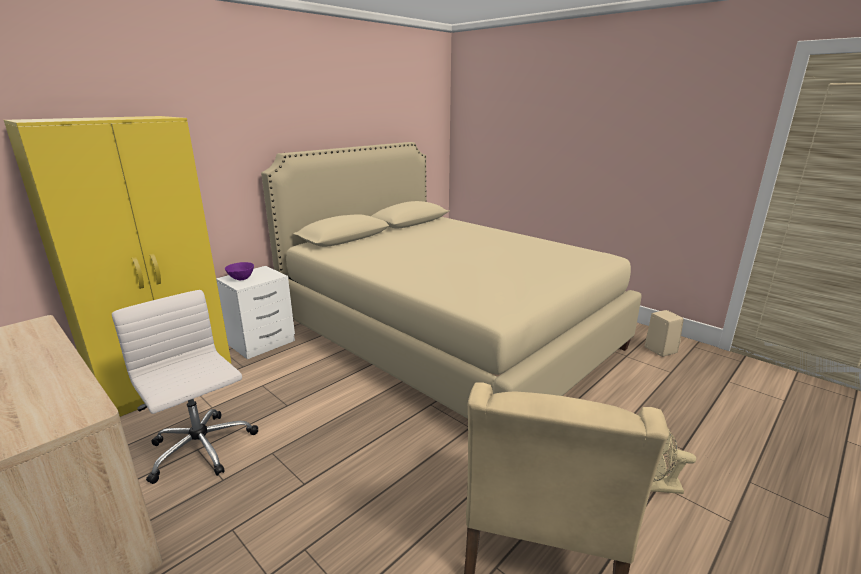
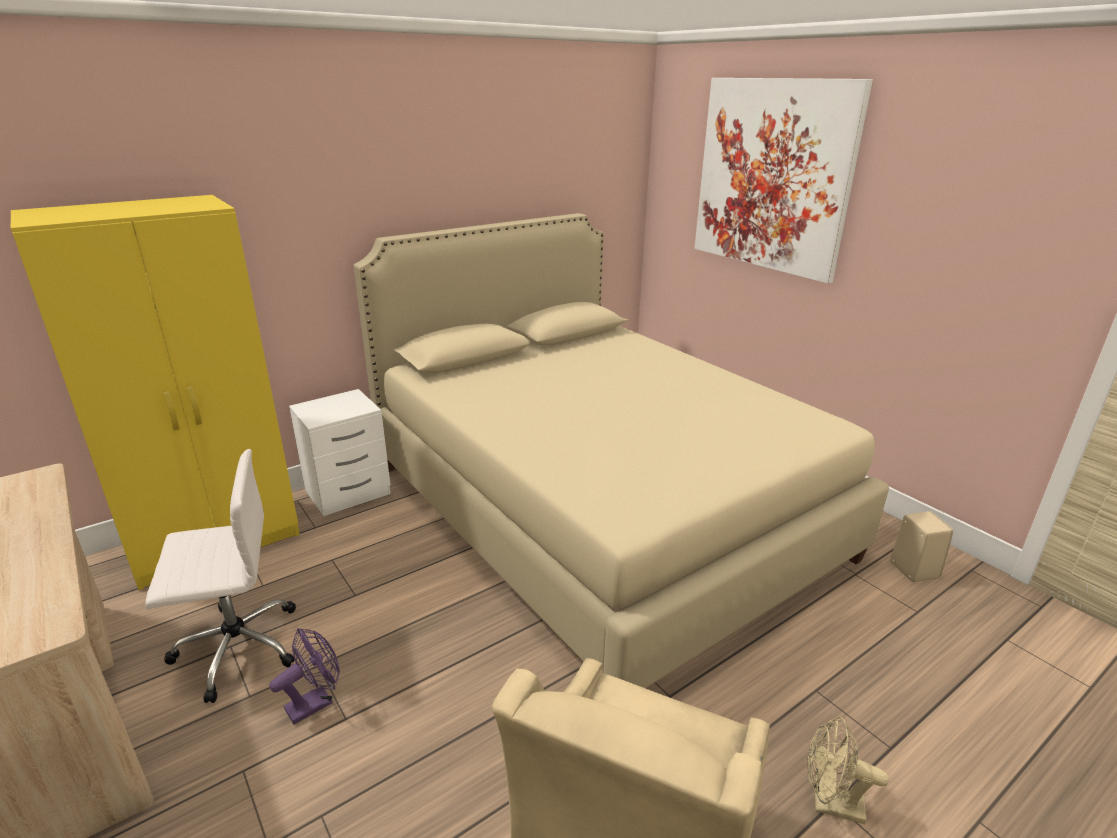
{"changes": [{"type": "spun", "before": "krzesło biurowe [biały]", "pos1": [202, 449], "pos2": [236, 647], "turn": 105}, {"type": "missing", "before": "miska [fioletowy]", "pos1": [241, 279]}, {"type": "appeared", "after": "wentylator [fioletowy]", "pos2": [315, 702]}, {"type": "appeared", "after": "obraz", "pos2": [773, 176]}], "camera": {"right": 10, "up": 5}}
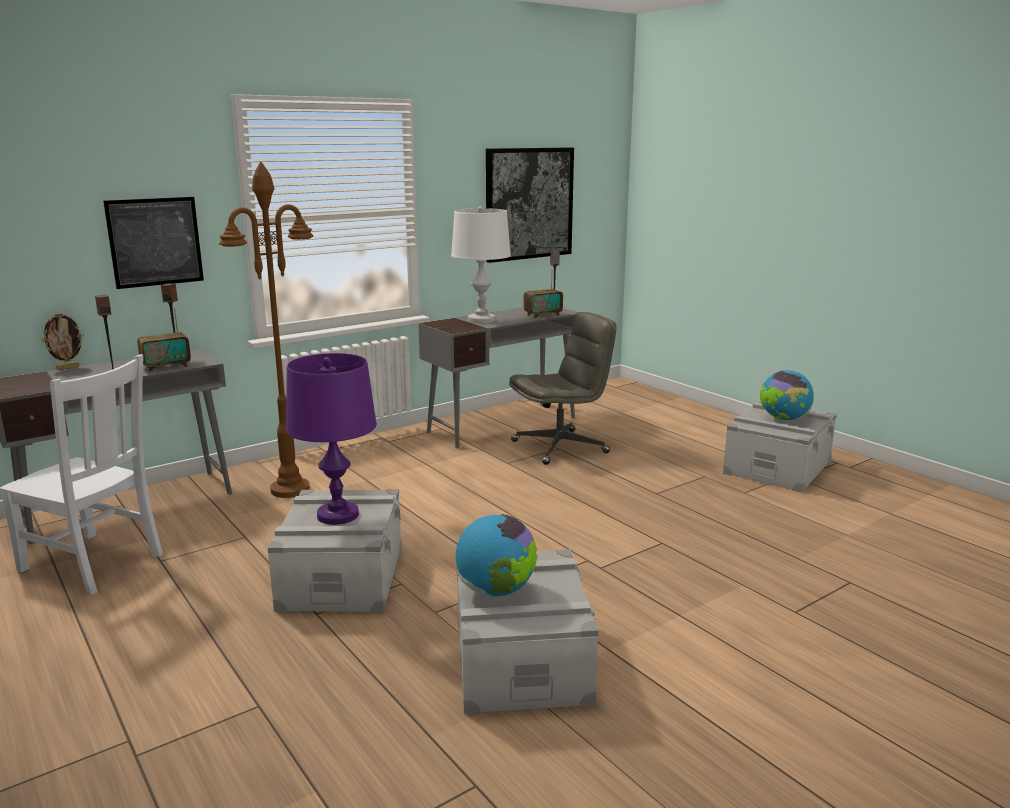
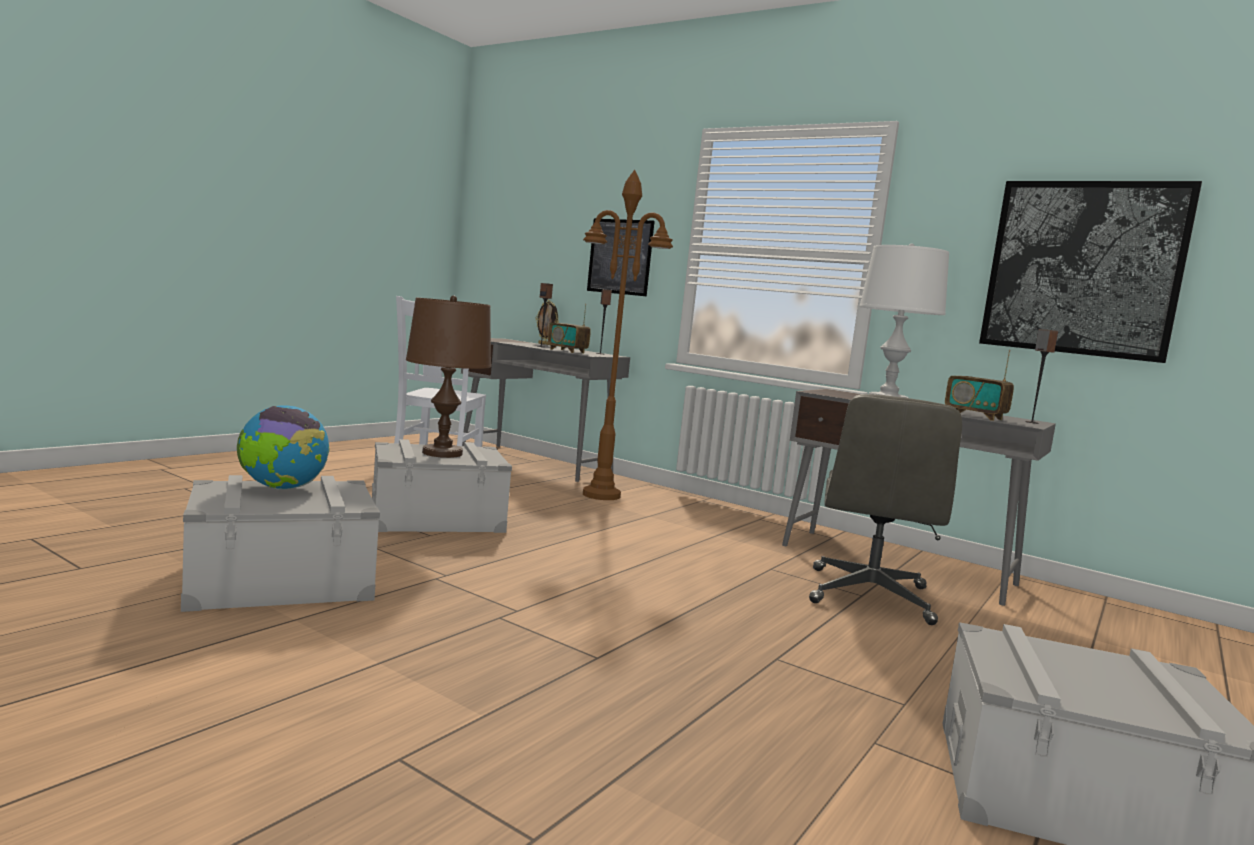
{"changes": [{"type": "colour", "before": "lampa stołowa [fioletowy]", "after": "lampa stołowa [brązowy]", "pos1": [338, 515], "pos2": [442, 453]}, {"type": "spun", "before": "krzesło biurowe [szary]", "pos1": [560, 447], "pos2": [870, 596], "turn": 60}, {"type": "missing", "before": "globus", "pos1": [783, 419]}], "camera": {"right": 70, "up": -10}}
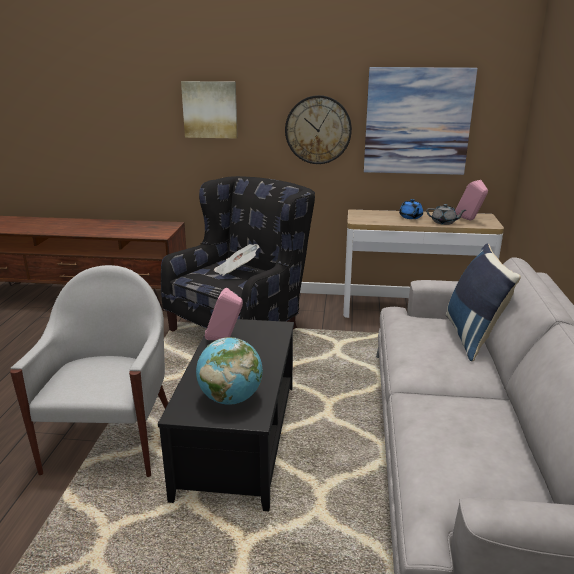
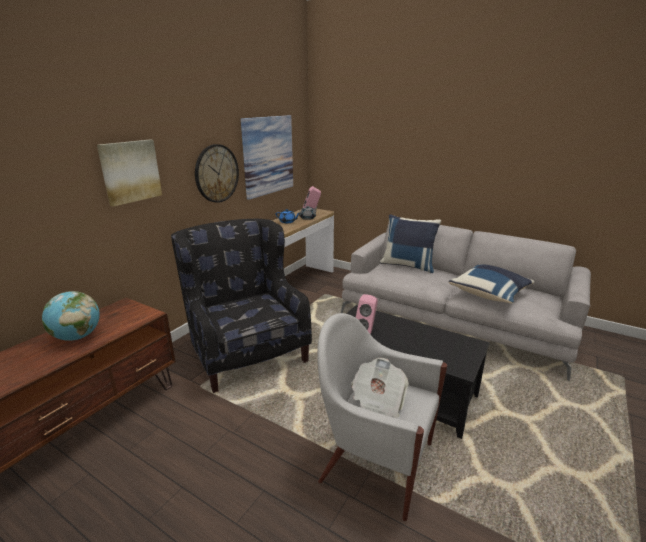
{"changes": [{"type": "relocated", "before": "globus", "pos1": [230, 399], "pos2": [77, 337]}, {"type": "relocated", "before": "gazeta", "pos1": [236, 271], "pos2": [377, 402]}, {"type": "appeared", "after": "poduszka [niebieski]", "pos2": [490, 294]}], "camera": {"right": -65, "up": 0}}
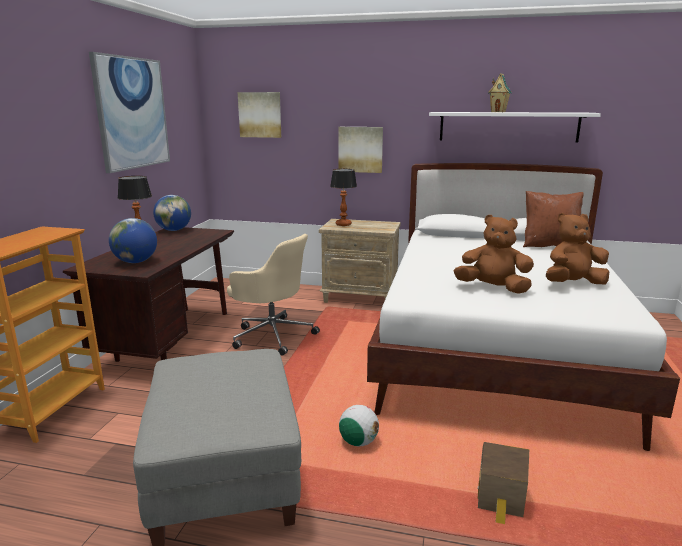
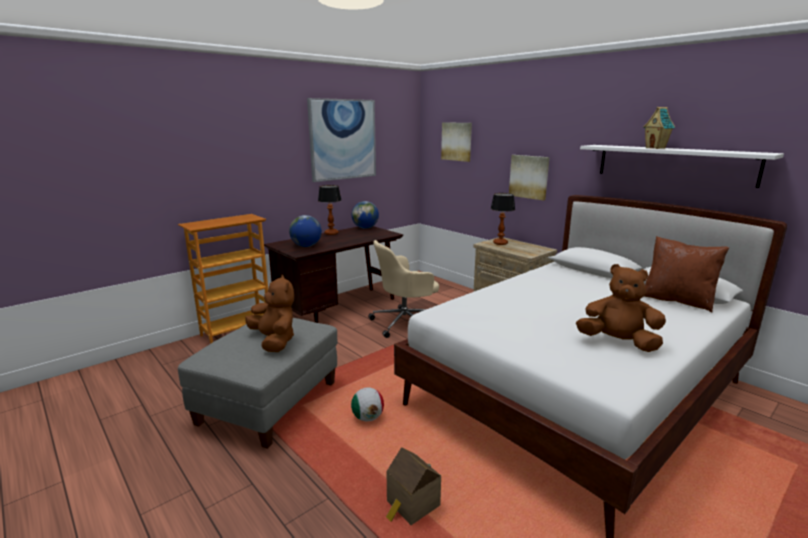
{"changes": [{"type": "spun", "before": "krzesło biurowe [beżowy]", "pos1": [272, 335], "pos2": [405, 323], "turn": 90}, {"type": "relocated", "before": "pluszak [brązowy]", "pos1": [493, 288], "pos2": [274, 341]}], "camera": {"right": 35, "up": 0}}
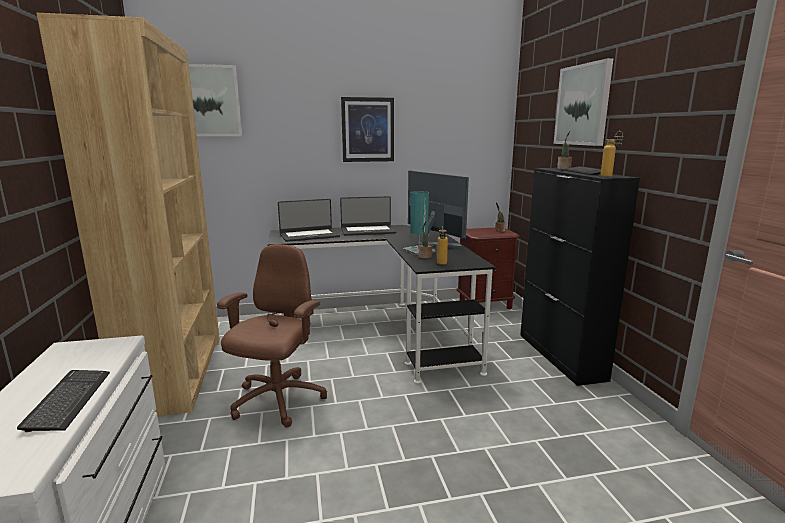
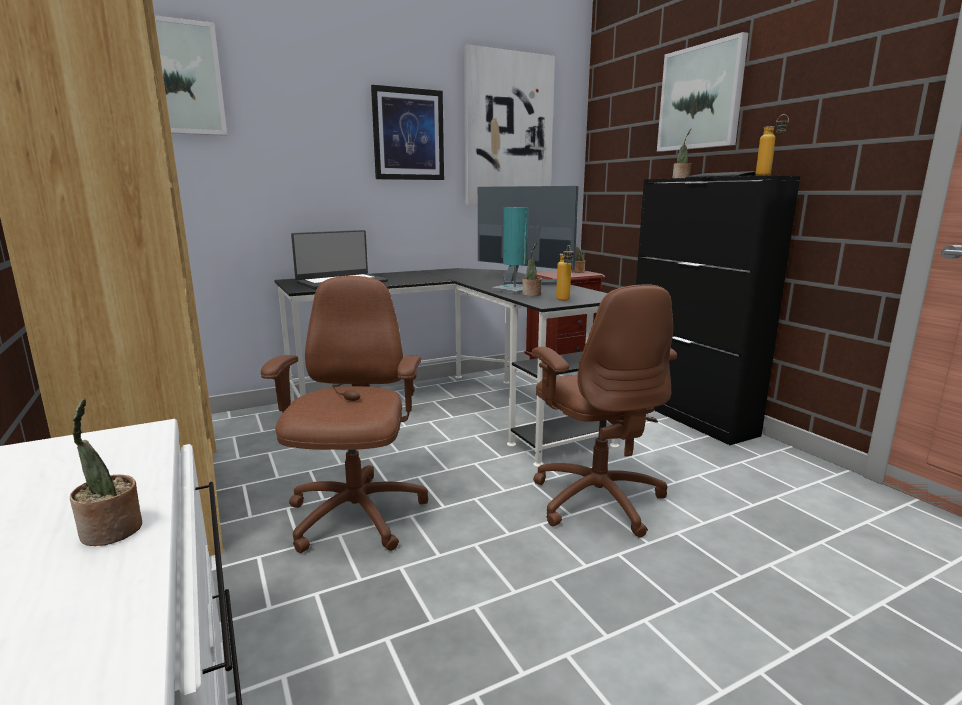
{"changes": [{"type": "exchanged", "before": "klawiatura", "after": "roślina doniczkowa", "pos1": [69, 400], "pos2": [111, 532]}, {"type": "missing", "before": "laptop", "pos1": [368, 231]}, {"type": "appeared", "after": "obraz", "pos2": [508, 130]}, {"type": "appeared", "after": "krzesło biurowe [brązowy]", "pos2": [597, 499]}], "camera": {"right": -15, "up": 0}}
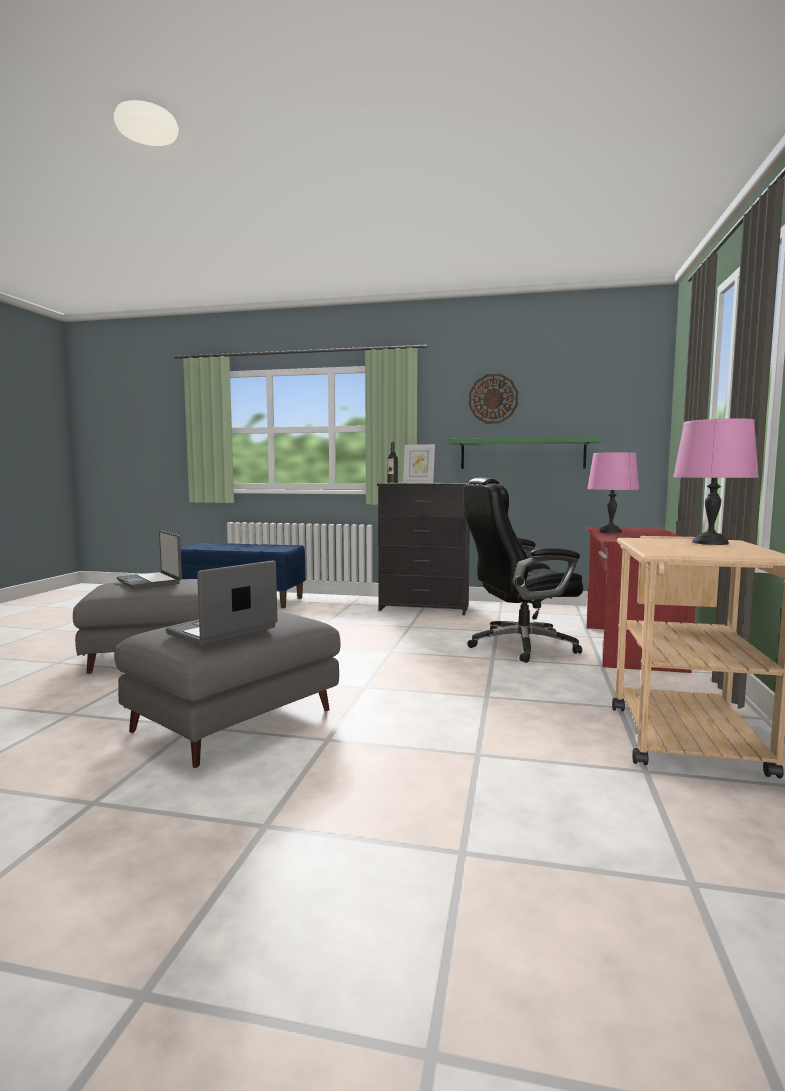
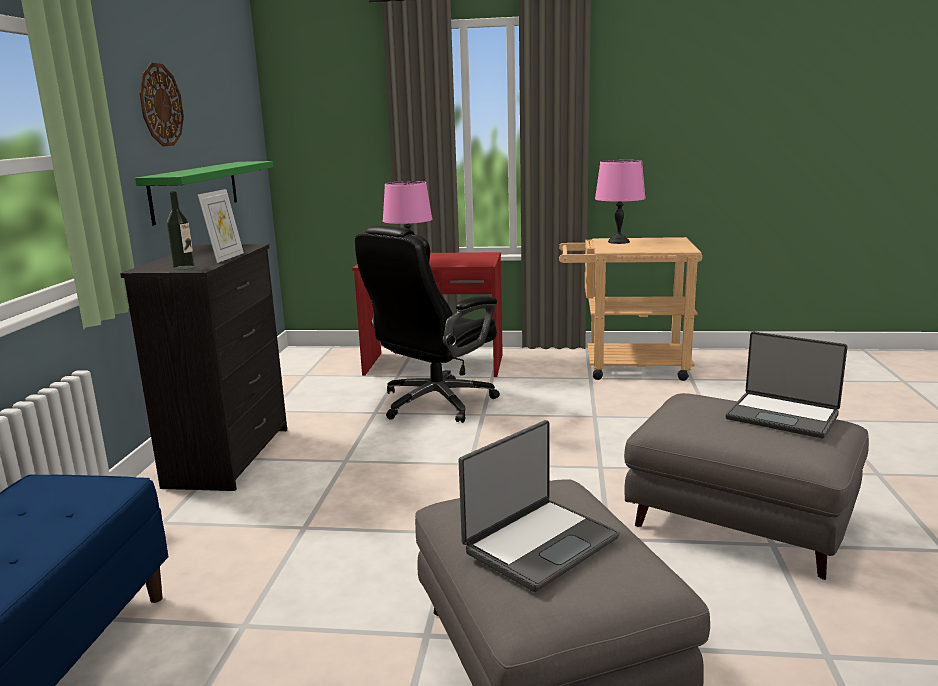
{"changes": [{"type": "spun", "before": "krzesło biurowe [czarny]", "pos1": [519, 645], "pos2": [434, 403], "turn": 60}], "camera": {"right": -95, "up": 10}}
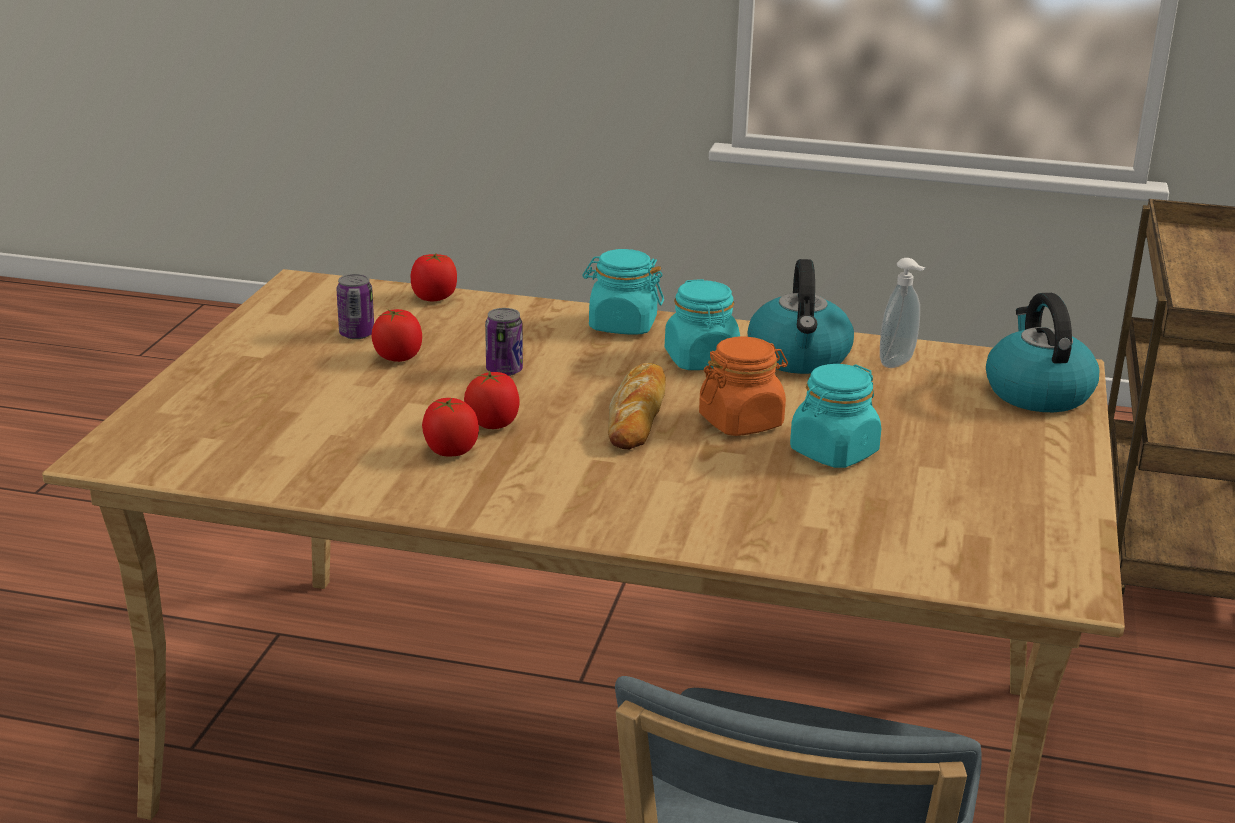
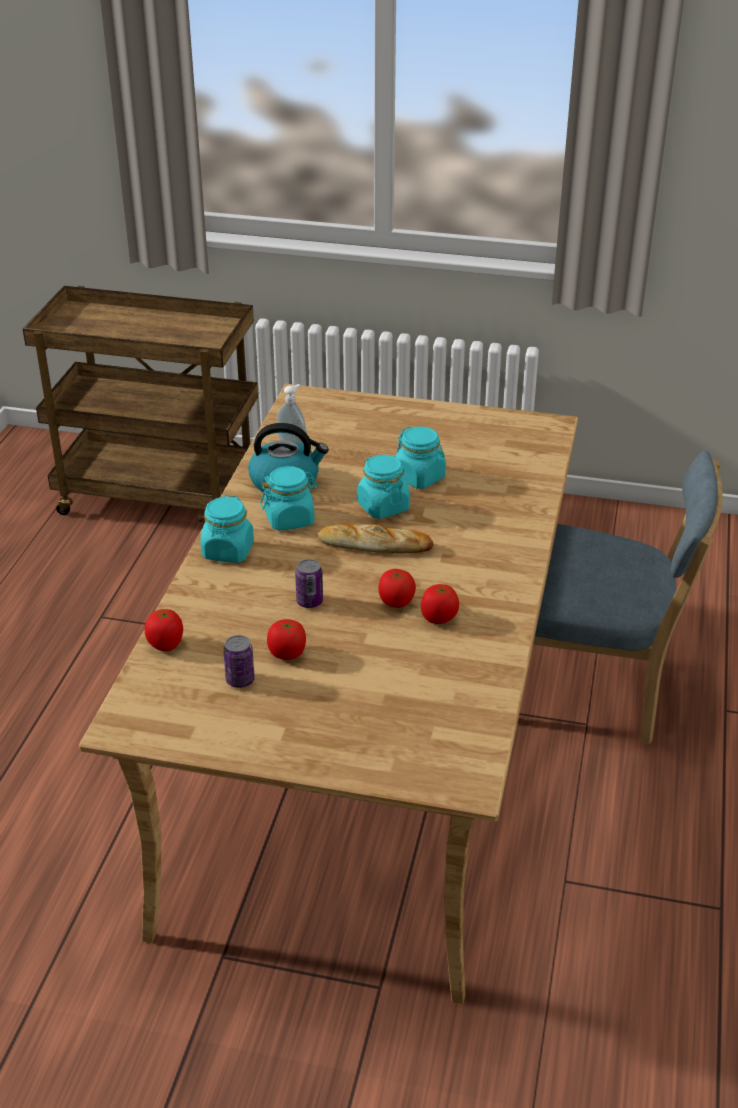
{"changes": [{"type": "colour", "before": "słoik [pomarańczowy]", "after": "słoik [turkusowy]", "pos1": [741, 422], "pos2": [383, 506]}, {"type": "missing", "before": "czajnik", "pos1": [1036, 392]}], "camera": {"right": -90, "up": 10}}
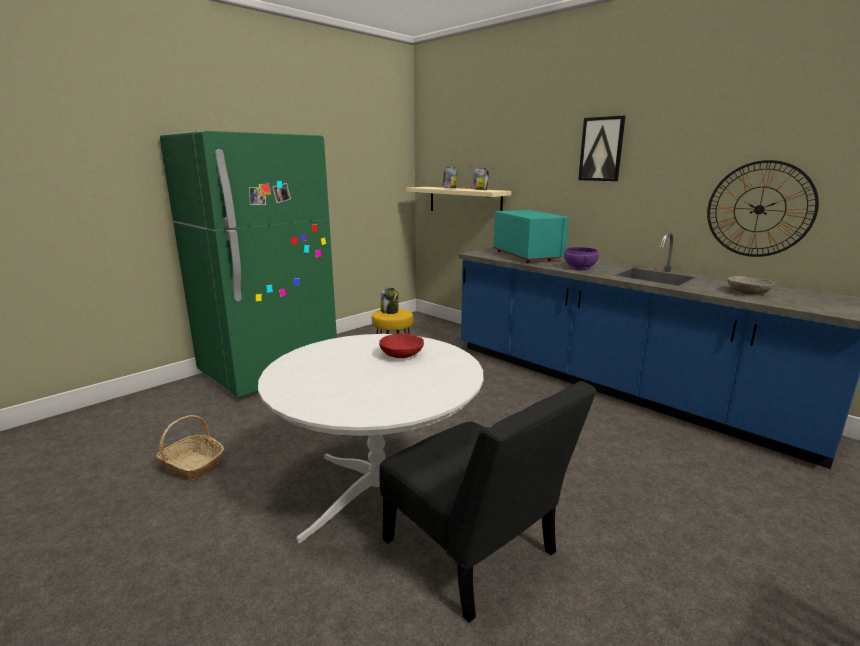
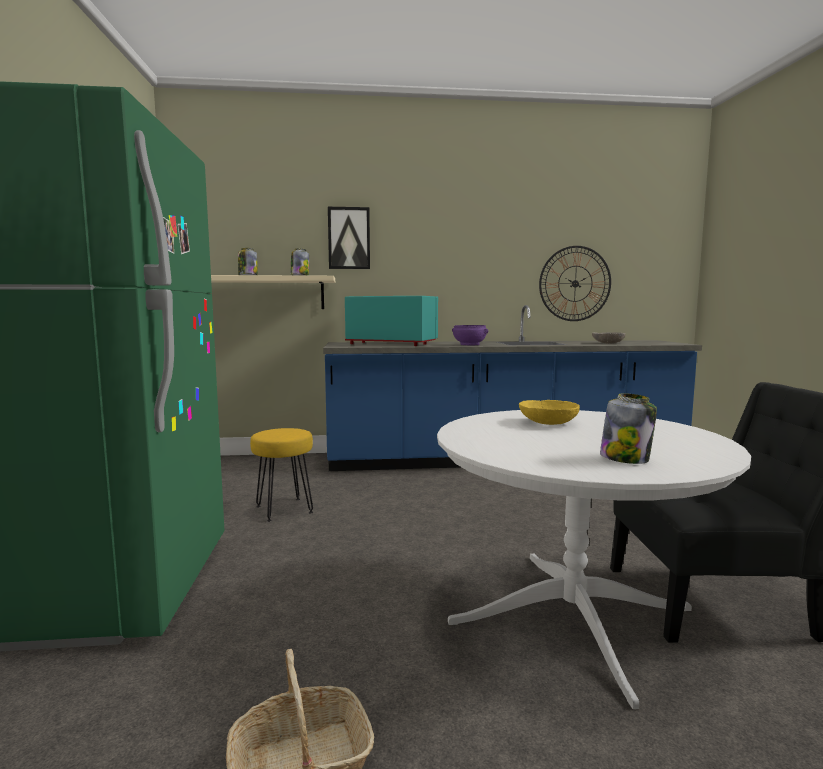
{"changes": [{"type": "colour", "before": "miska [czerwony]", "after": "miska [żółty]", "pos1": [401, 355], "pos2": [548, 423]}, {"type": "relocated", "before": "słoik", "pos1": [390, 311], "pos2": [625, 458]}, {"type": "relocated", "before": "obraz", "pos1": [601, 149], "pos2": [349, 238]}], "camera": {"right": -50, "up": -10}}
